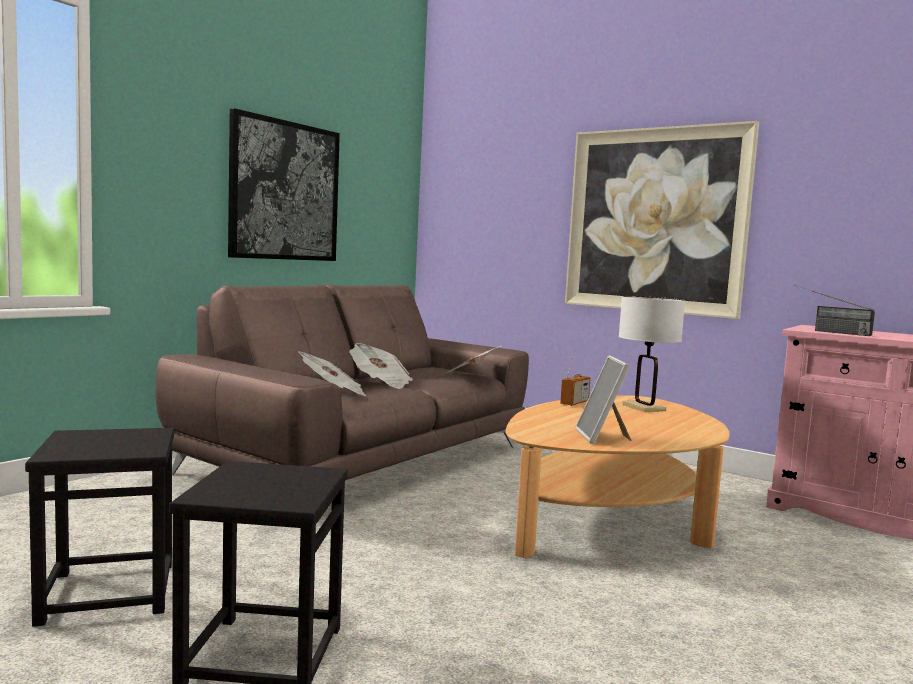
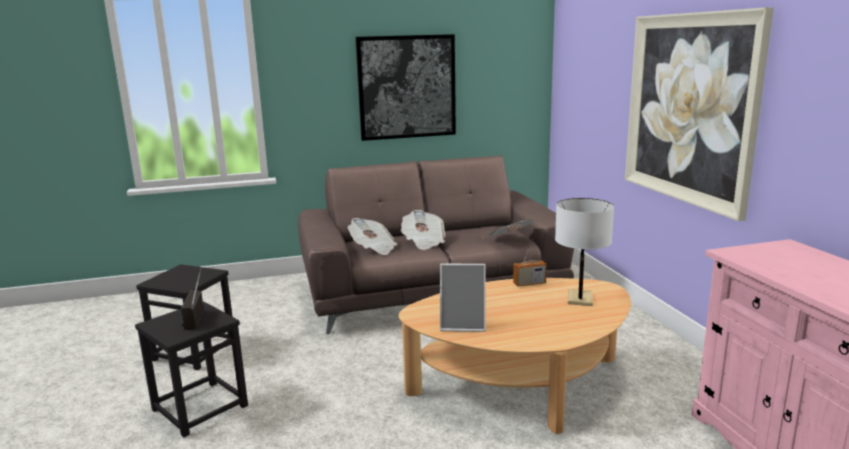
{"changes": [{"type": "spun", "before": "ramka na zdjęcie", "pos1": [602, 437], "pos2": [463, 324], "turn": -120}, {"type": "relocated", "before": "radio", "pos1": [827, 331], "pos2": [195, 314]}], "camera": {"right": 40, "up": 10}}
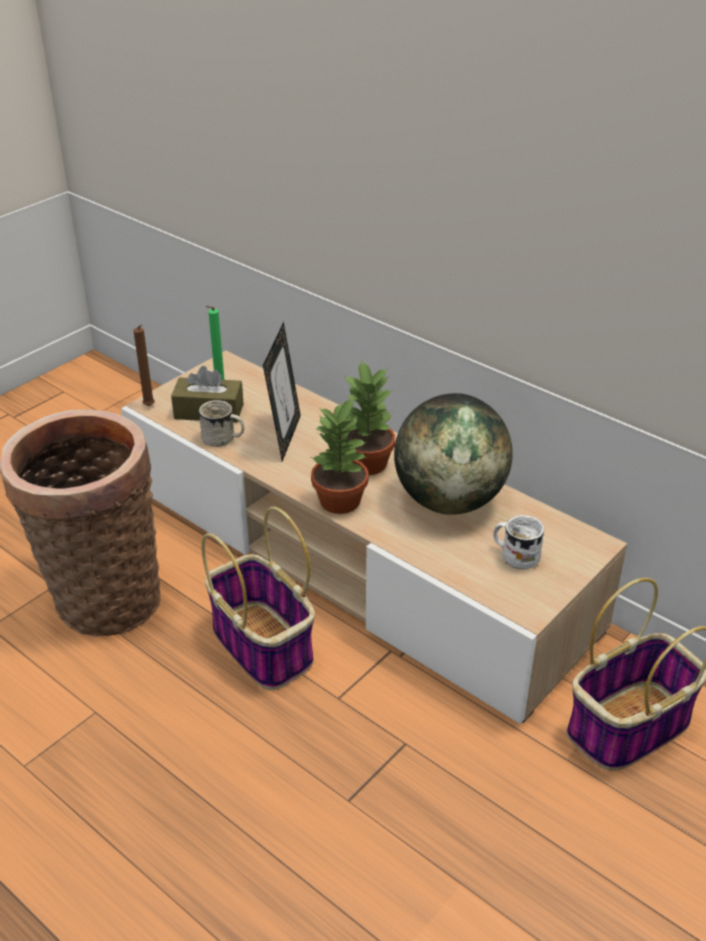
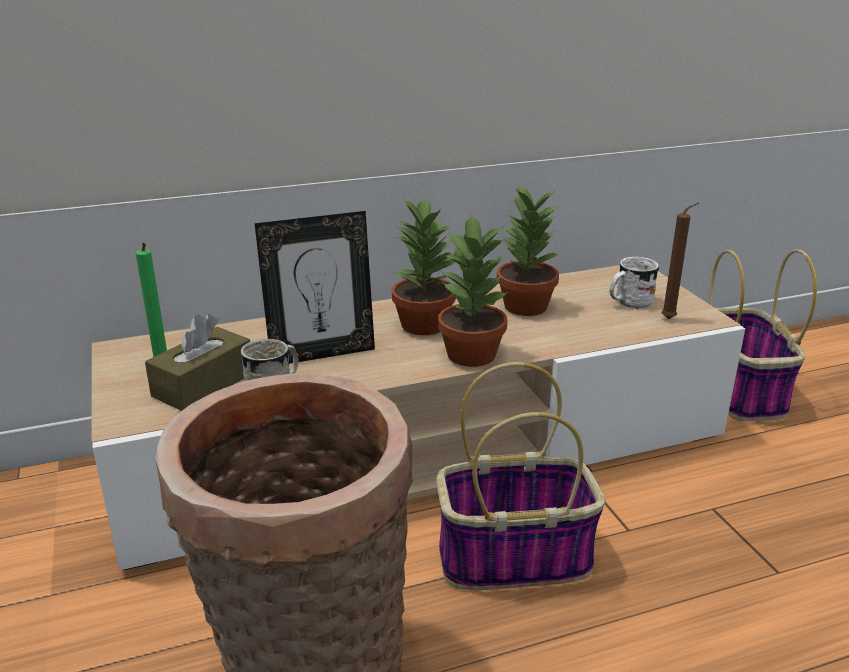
{"changes": [{"type": "relocated", "before": "świeca [brązowy]", "pos1": [149, 407], "pos2": [670, 319]}, {"type": "spun", "before": "ramka na zdjęcie", "pos1": [285, 437], "pos2": [321, 353], "turn": 120}, {"type": "exchanged", "before": "globus", "after": "roślina doniczkowa", "pos1": [449, 500], "pos2": [524, 306]}], "camera": {"right": -60, "up": -10}}
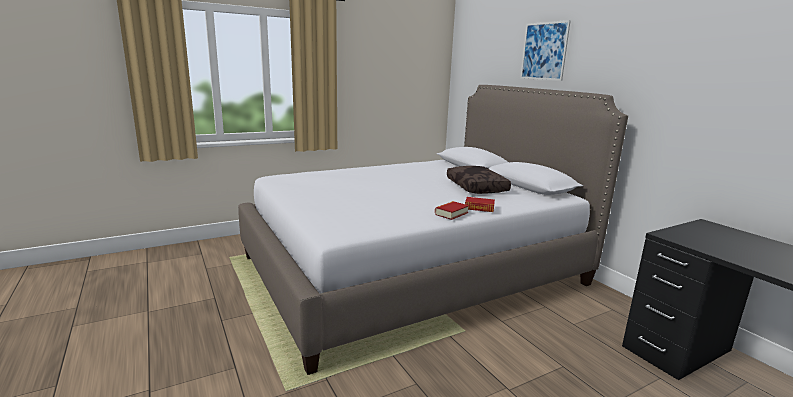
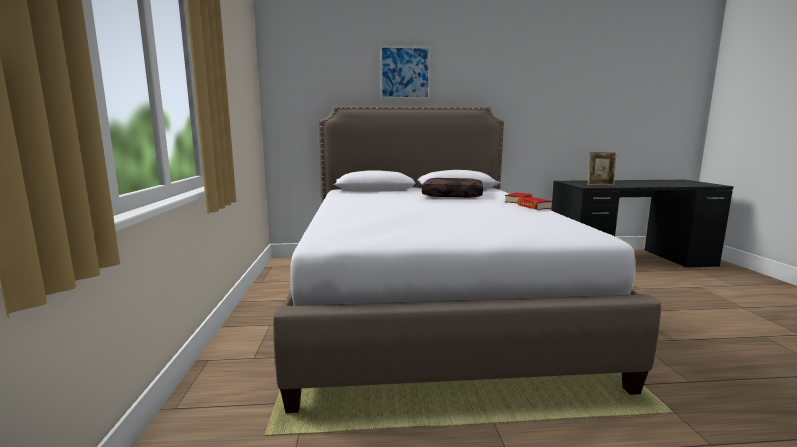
{"changes": [{"type": "appeared", "after": "ramka na zdjęcie", "pos2": [600, 185]}], "camera": {"right": -65, "up": -5}}
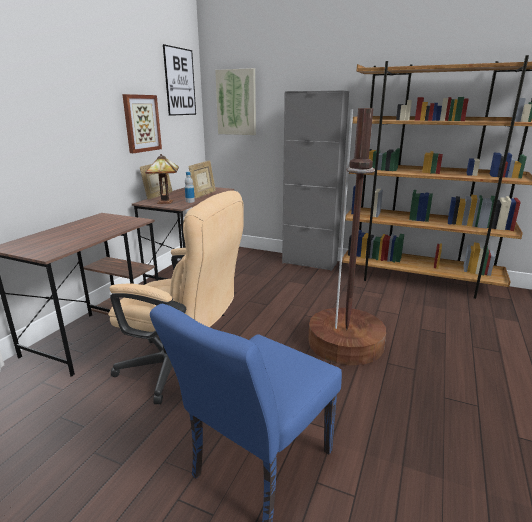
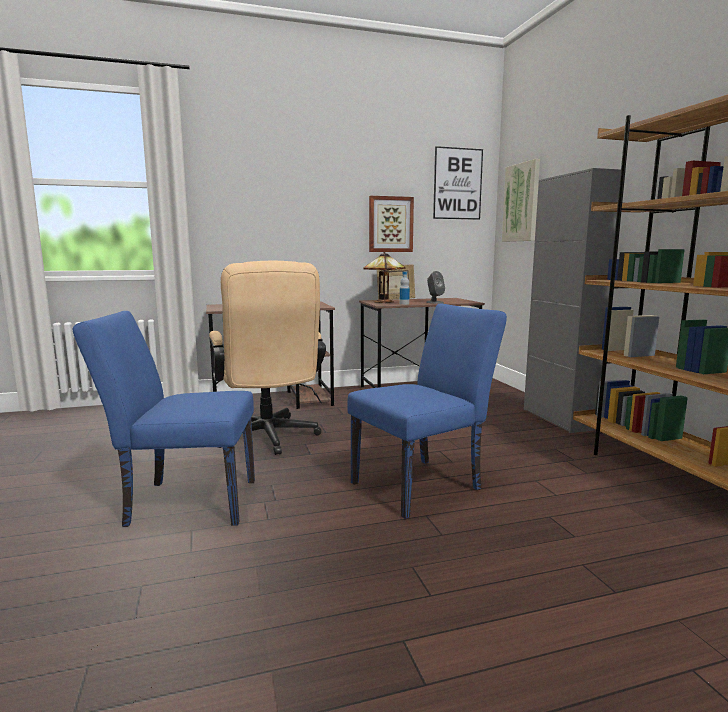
{"changes": [{"type": "exchanged", "before": "ramka na zdjęcie", "after": "głośnik [szary]", "pos1": [203, 195], "pos2": [434, 302]}, {"type": "exchanged", "before": "lampa stojąca [brązowy]", "after": "krzesło [niebieski]", "pos1": [345, 343], "pos2": [424, 484]}], "camera": {"right": 50, "up": -10}}
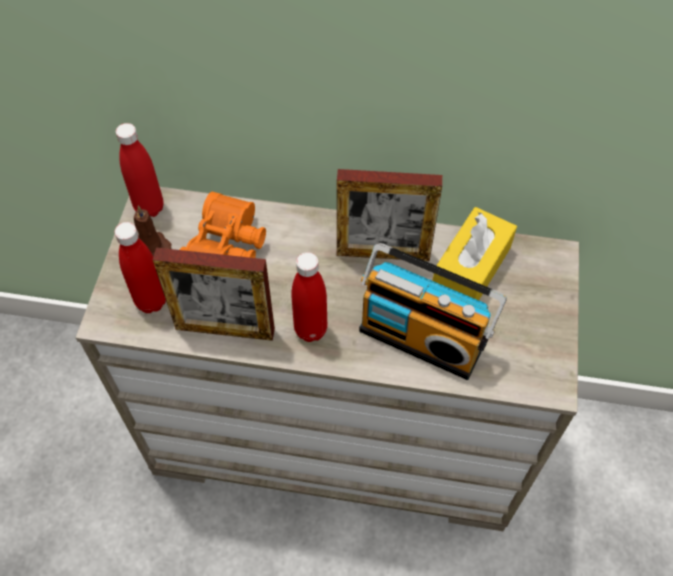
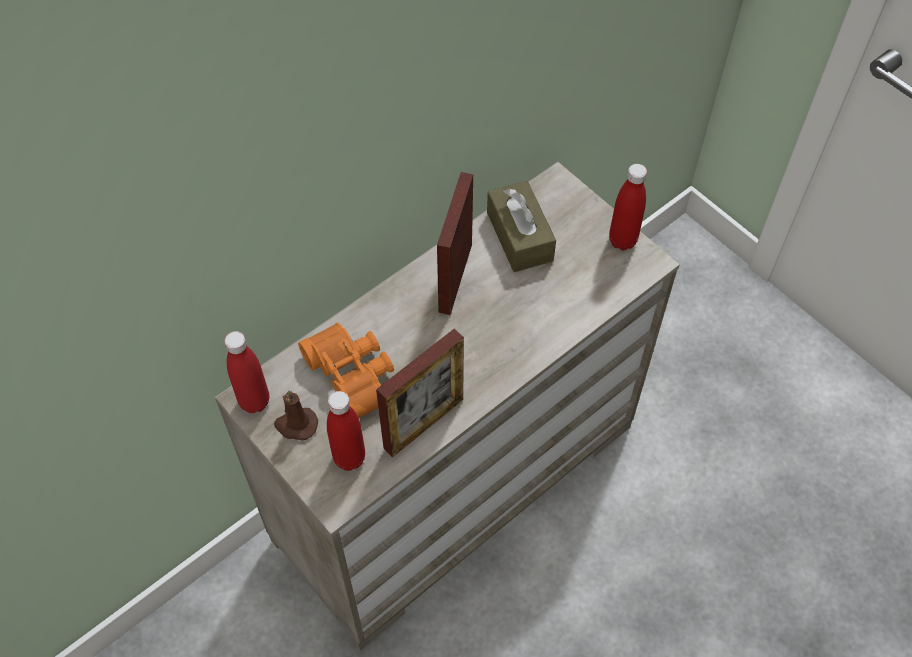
{"changes": [{"type": "relocated", "before": "butelka [czerwony]", "pos1": [310, 330], "pos2": [622, 240]}, {"type": "spun", "before": "ramka na zdjęcie", "pos1": [383, 253], "pos2": [455, 278], "turn": 150}, {"type": "missing", "before": "radio", "pos1": [422, 337]}, {"type": "colour", "before": "pudełko chusteczek [żółty]", "after": "pudełko chusteczek [brązowy]", "pos1": [471, 268], "pos2": [519, 236]}], "camera": {"right": -50, "up": 0}}
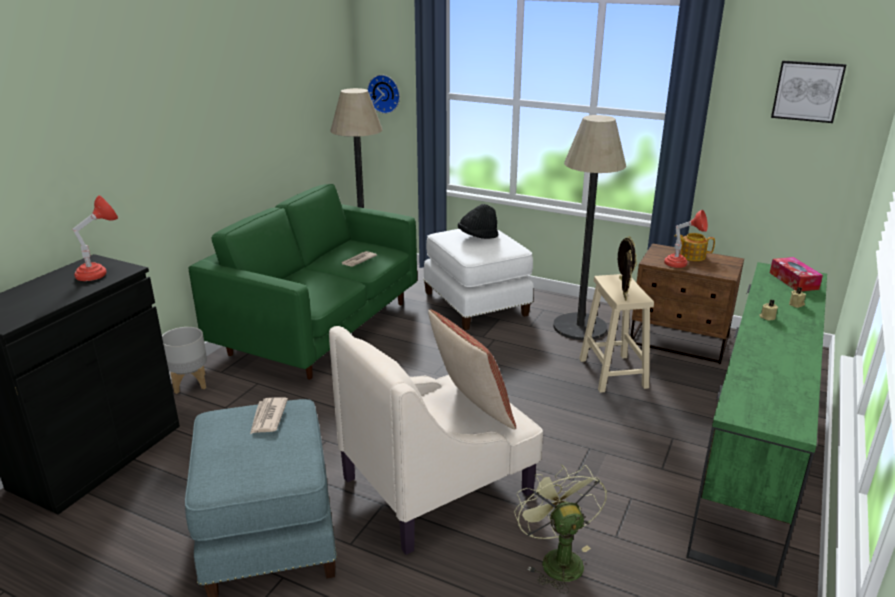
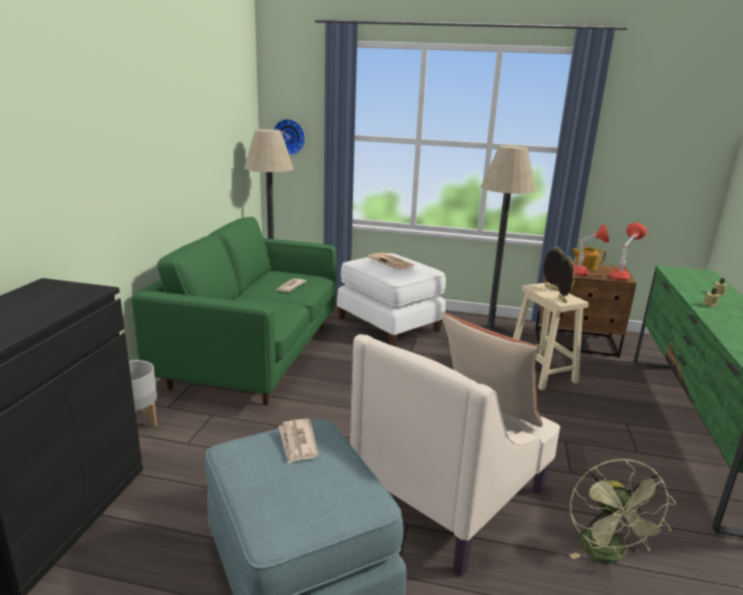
{"changes": [{"type": "relocated", "before": "lampa stołowa [czerwony]", "pos1": [100, 274], "pos2": [621, 276]}, {"type": "exchanged", "before": "kapelusz [czarny]", "after": "gazeta", "pos1": [477, 237], "pos2": [392, 262]}, {"type": "spun", "before": "wentylator [zielony]", "pos1": [557, 559], "pos2": [607, 555], "turn": -150}, {"type": "missing", "before": "pudełko chusteczek", "pos1": [793, 281]}, {"type": "missing", "before": "obraz", "pos1": [807, 91]}], "camera": {"right": -15, "up": -5}}
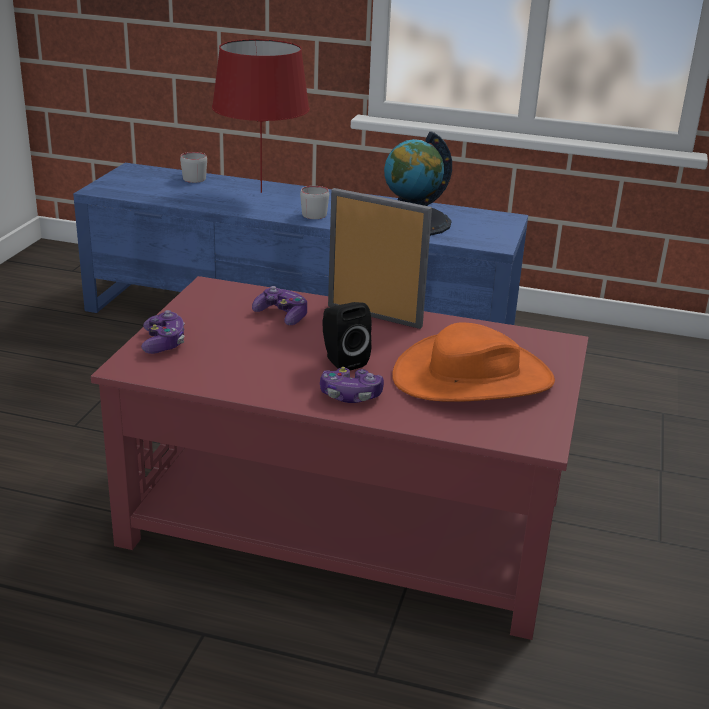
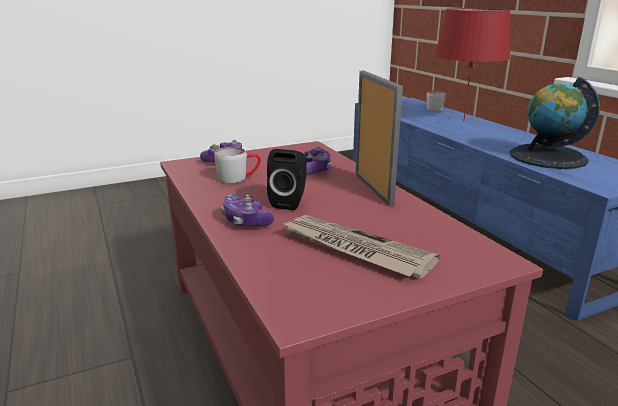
{"changes": [{"type": "relocated", "before": "kubek [szary]", "pos1": [317, 213], "pos2": [239, 178]}, {"type": "exchanged", "before": "kapelusz [pomarańczowy]", "after": "gazeta", "pos1": [473, 378], "pos2": [354, 249]}], "camera": {"right": 50, "up": -5}}
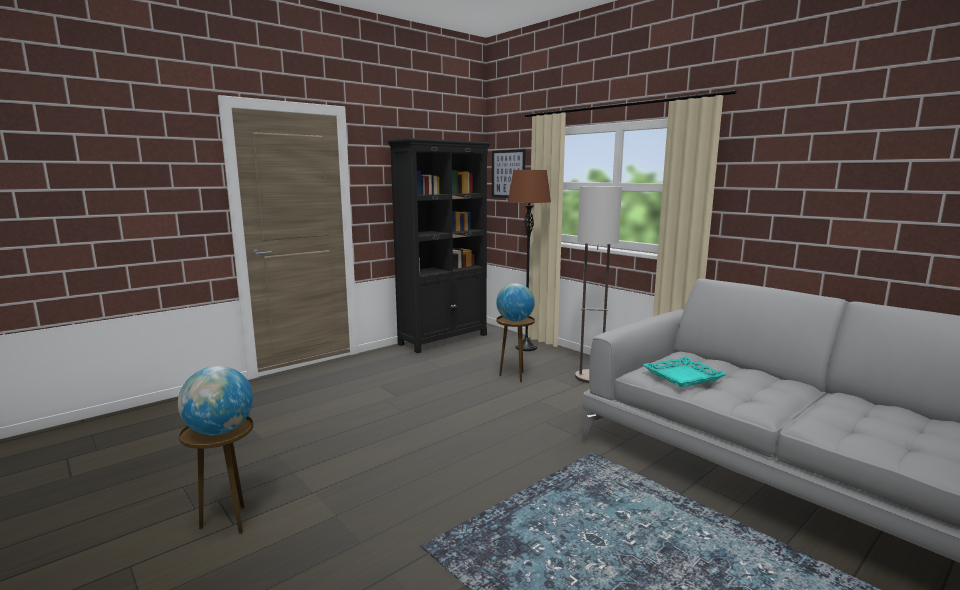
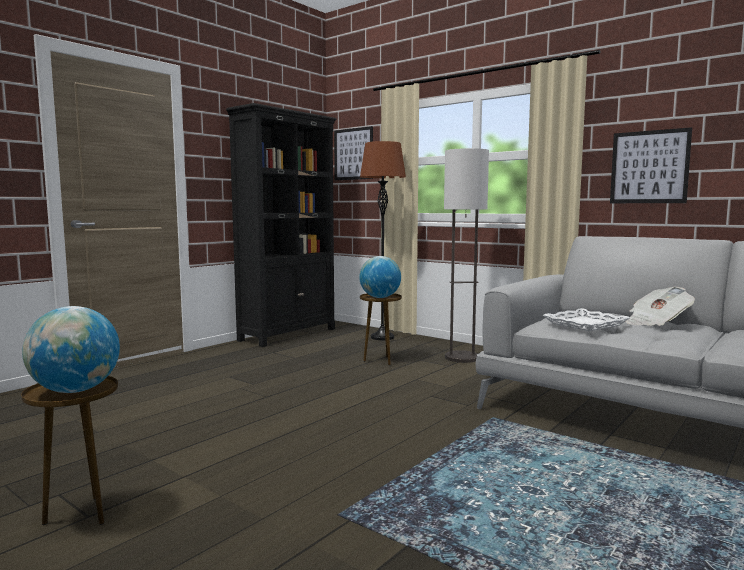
{"changes": [{"type": "colour", "before": "taca [turkusowy]", "after": "taca [biały]", "pos1": [683, 376], "pos2": [585, 324]}, {"type": "appeared", "after": "obraz", "pos2": [649, 167]}, {"type": "appeared", "after": "gazeta", "pos2": [656, 323]}], "camera": {"right": -10, "up": -5}}
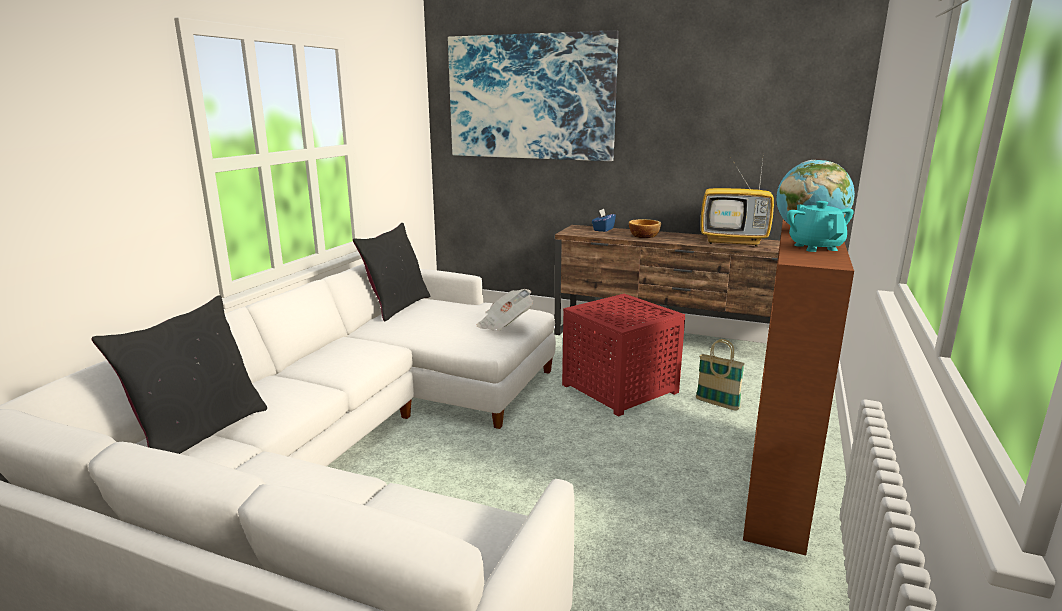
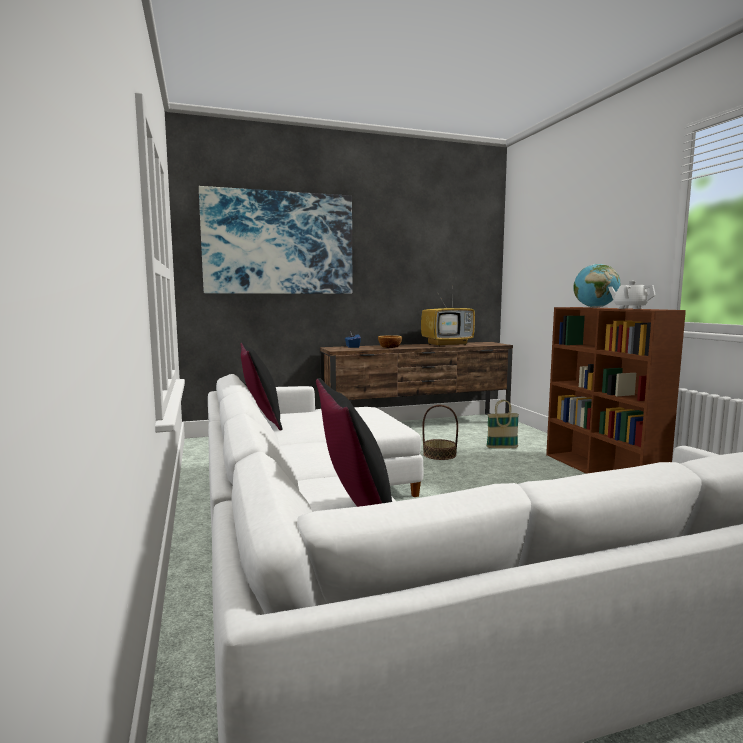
{"changes": [{"type": "missing", "before": "gazeta", "pos1": [504, 324]}, {"type": "exchanged", "before": "stolik [czerwony]", "after": "koszyk", "pos1": [621, 388], "pos2": [439, 454]}, {"type": "colour", "before": "imbryk [turkusowy]", "after": "imbryk [biały]", "pos1": [815, 247], "pos2": [630, 308]}], "camera": {"right": -40, "up": -10}}
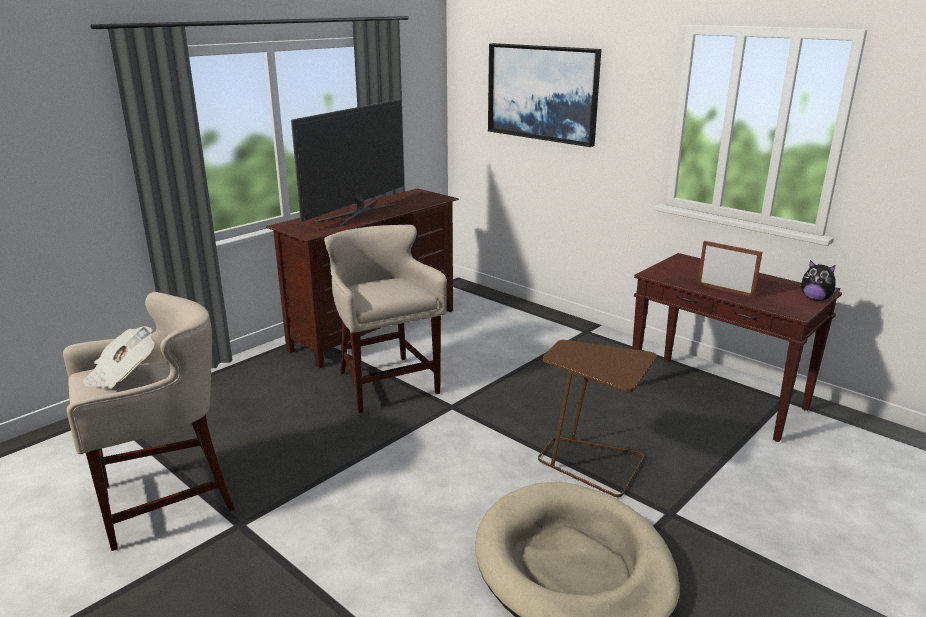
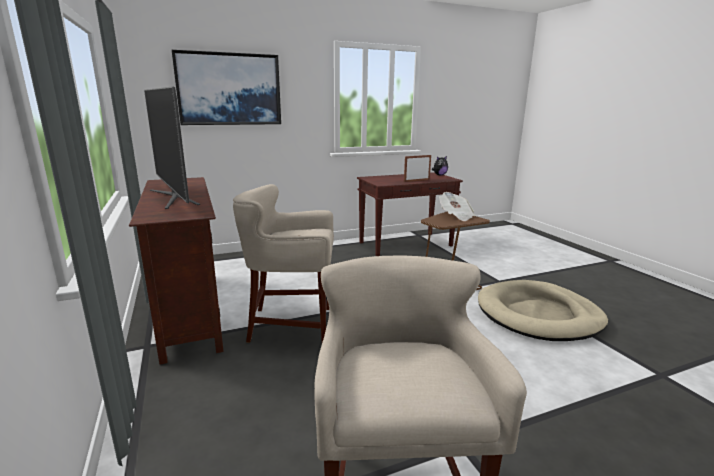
{"changes": [{"type": "relocated", "before": "gazeta", "pos1": [122, 375], "pos2": [456, 216]}], "camera": {"right": -65, "up": -5}}
